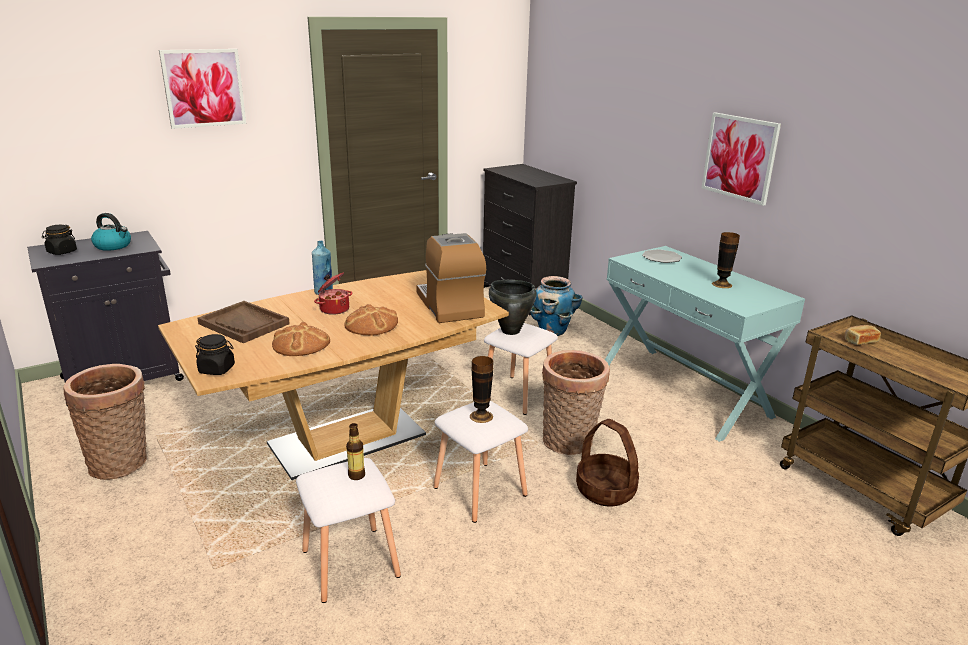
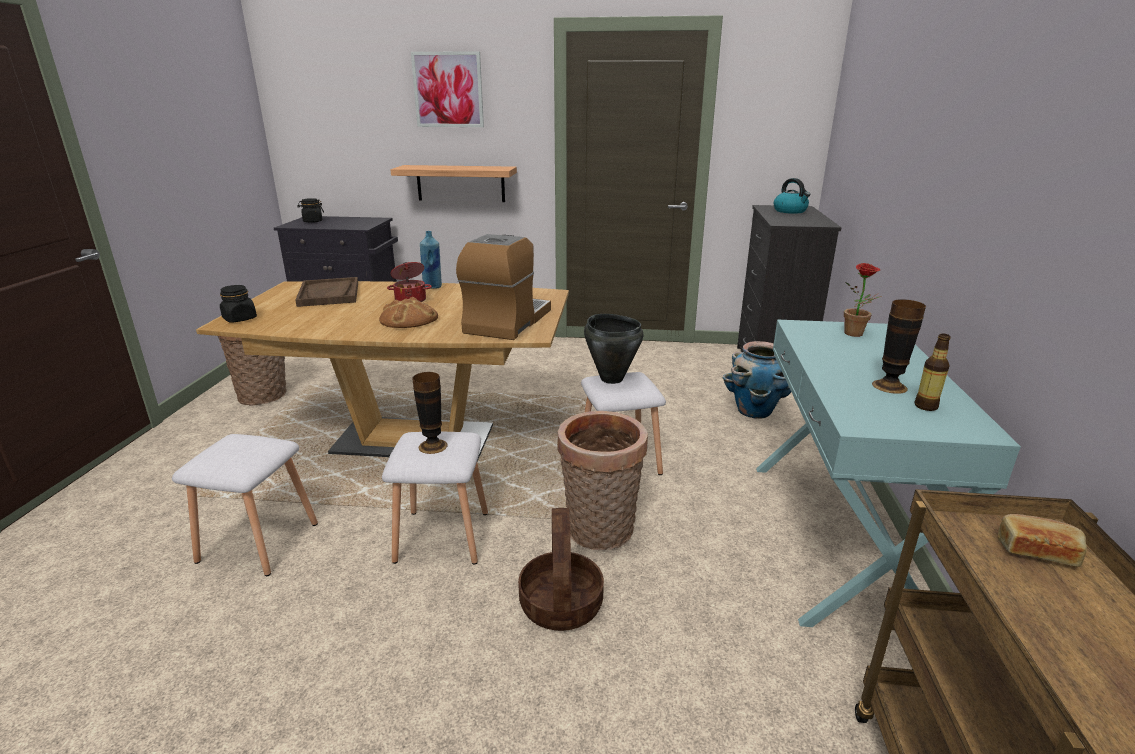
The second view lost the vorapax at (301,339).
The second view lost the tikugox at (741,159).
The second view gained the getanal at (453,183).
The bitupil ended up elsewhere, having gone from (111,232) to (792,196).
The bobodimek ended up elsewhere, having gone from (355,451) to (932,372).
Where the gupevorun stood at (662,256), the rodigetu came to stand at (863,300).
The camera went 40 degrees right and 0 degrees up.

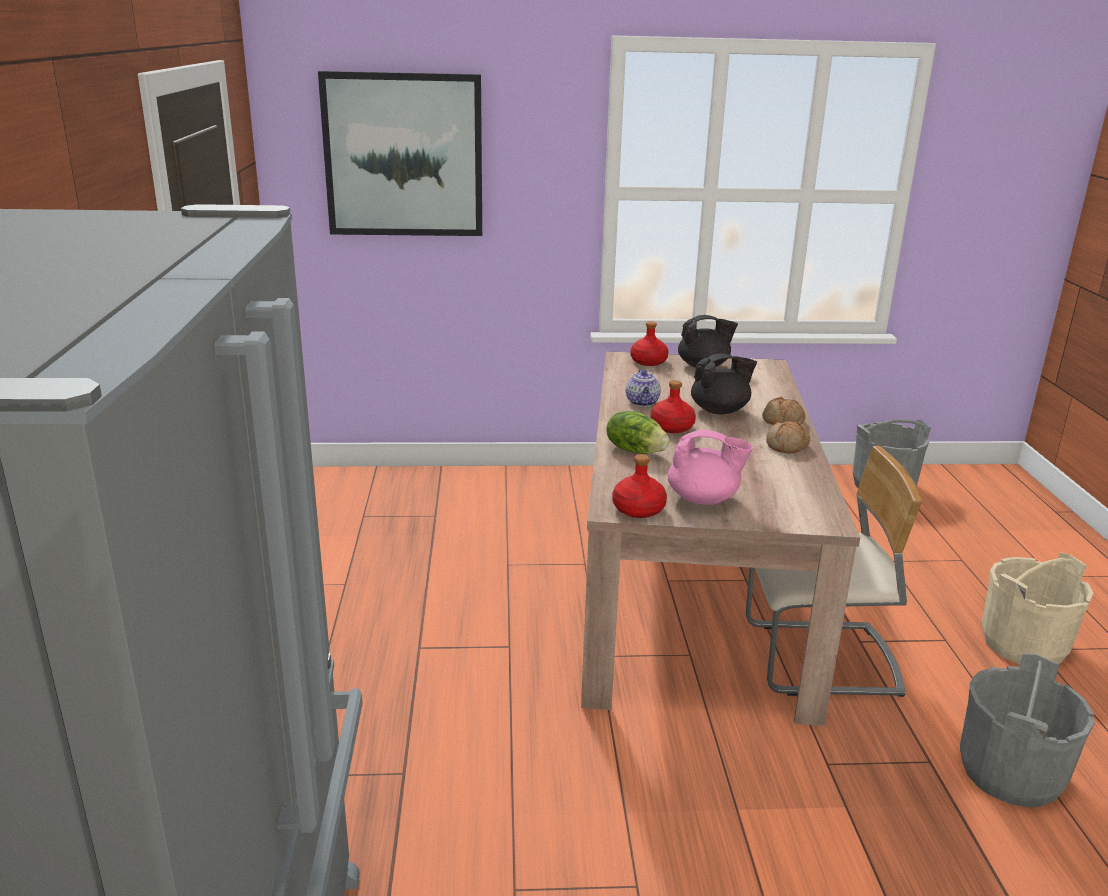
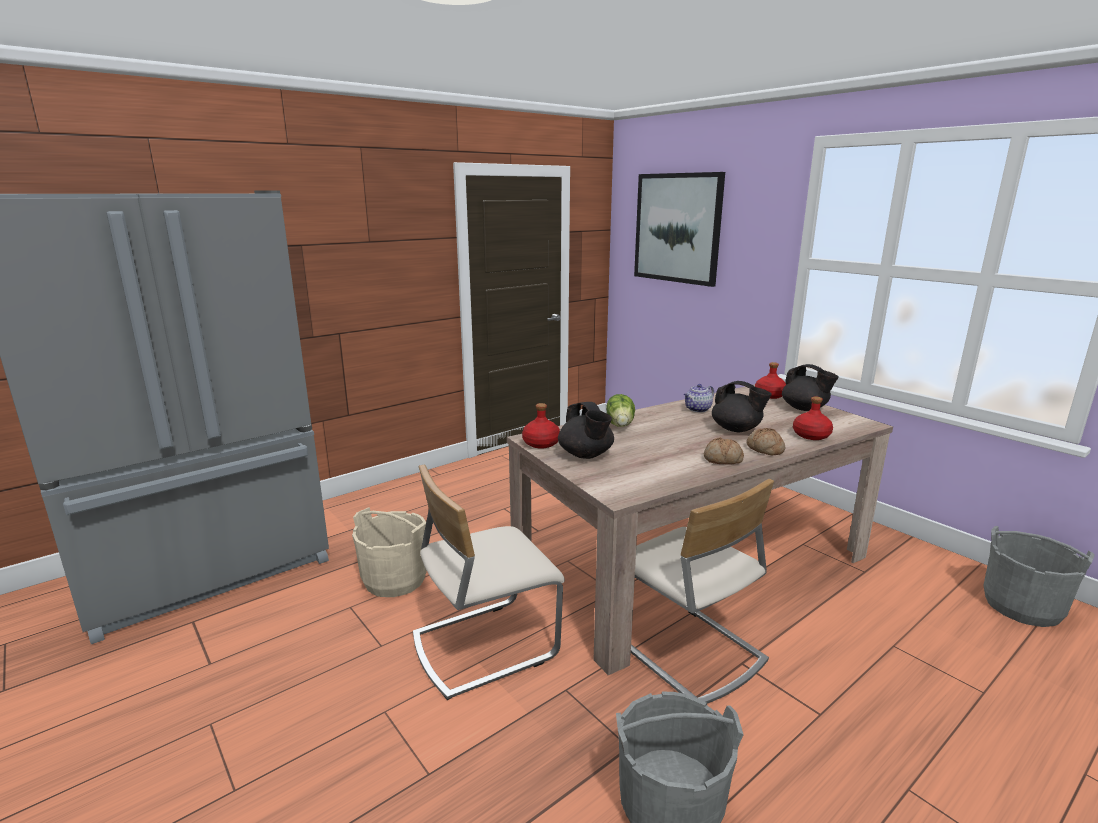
The second view gained the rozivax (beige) at (489,582).
The bobodimek (red) ended up elsewhere, having gone from (673,406) to (813,418).
The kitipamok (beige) ended up elsewhere, having gone from (1037,608) to (389,552).
What was the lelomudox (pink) at (710,467) turned into the lelomudox (black) at (586,430).
The camera went 55 degrees right and 5 degrees down.

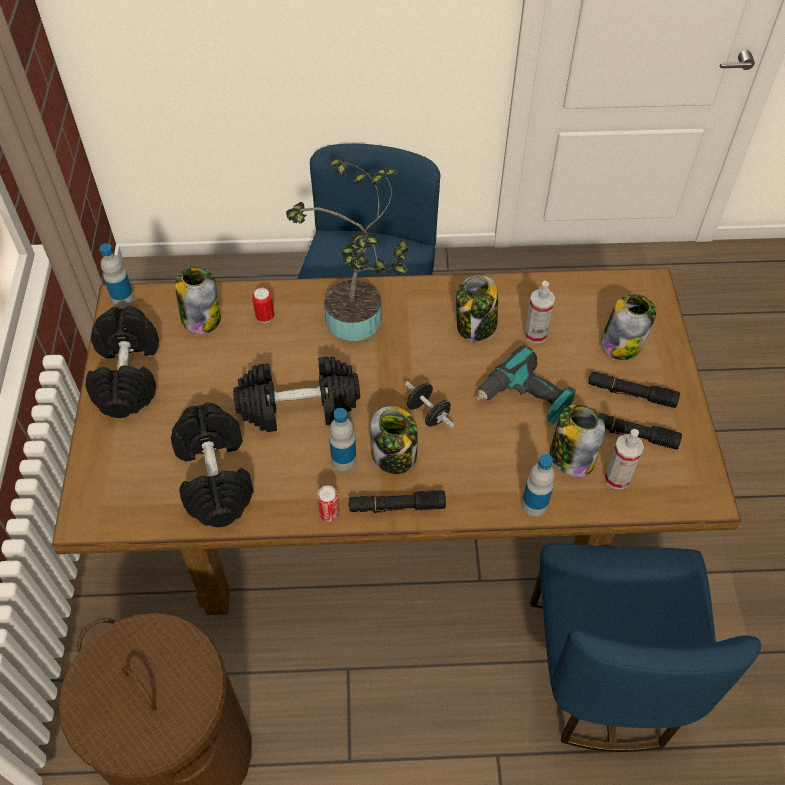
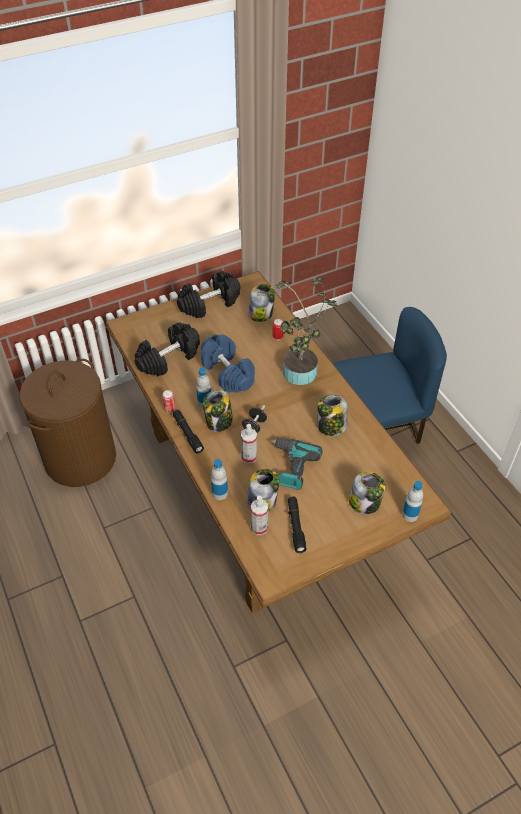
The second view lost the rozivax (blue) at (645,648).
The second view lost the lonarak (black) at (634,390).
The bobodimek ended up elsewhere, having gone from (117,275) to (412,501).
The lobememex ended up elsewhere, having gone from (539,312) to (249,443).
What was the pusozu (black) at (296,394) turned into the pusozu (blue) at (228,363).
The camera went 65 degrees right and 5 degrees down.

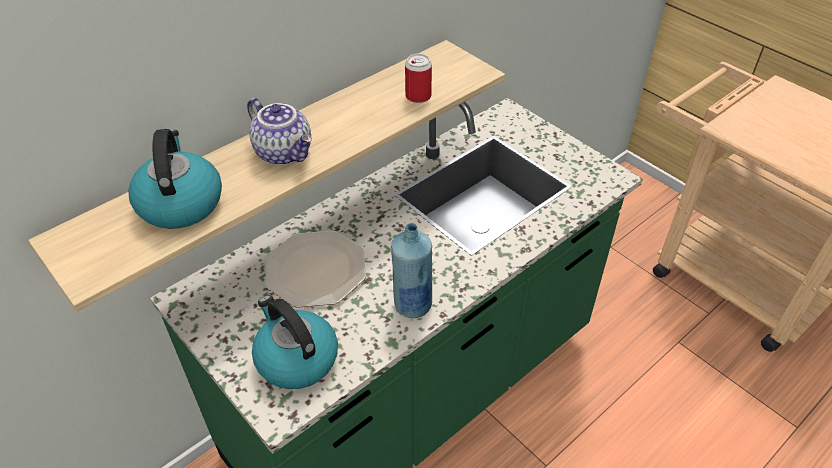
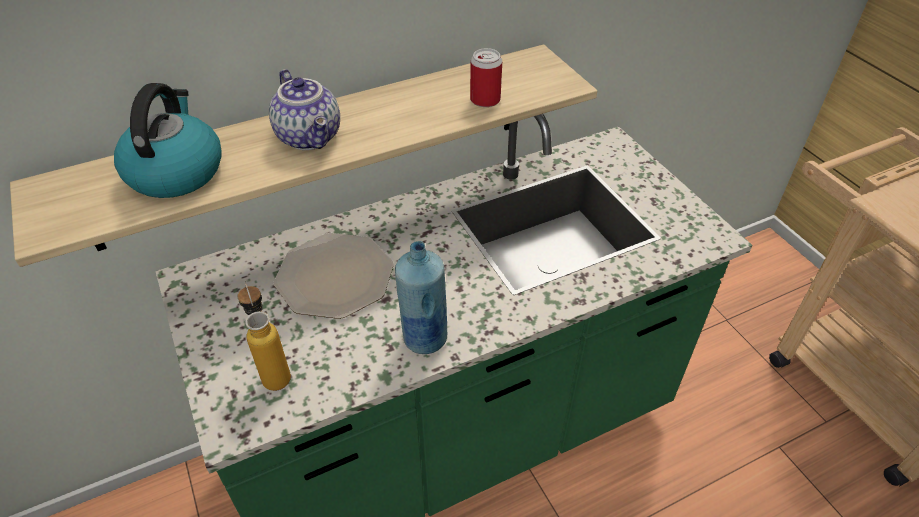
Where the bitupil stood at (295,342), the bobodimek came to stand at (264,336).
The camera went 15 degrees right and 0 degrees up.

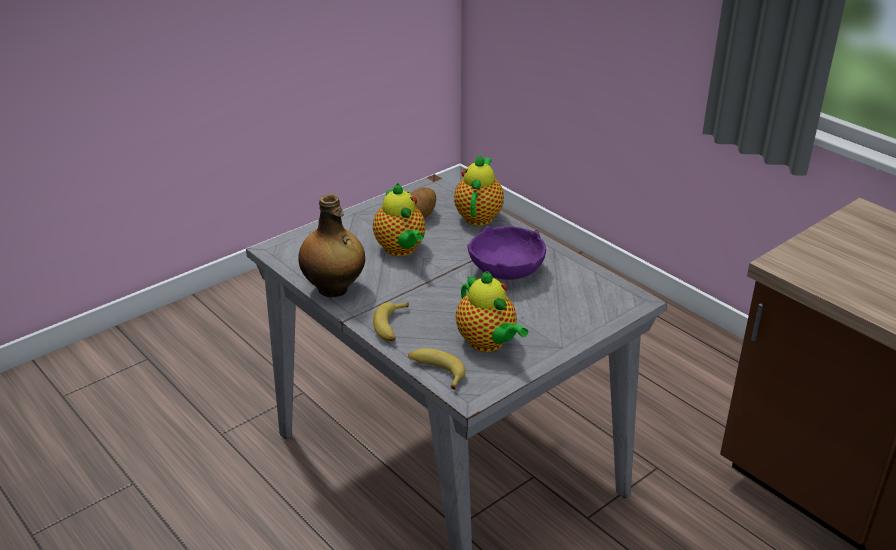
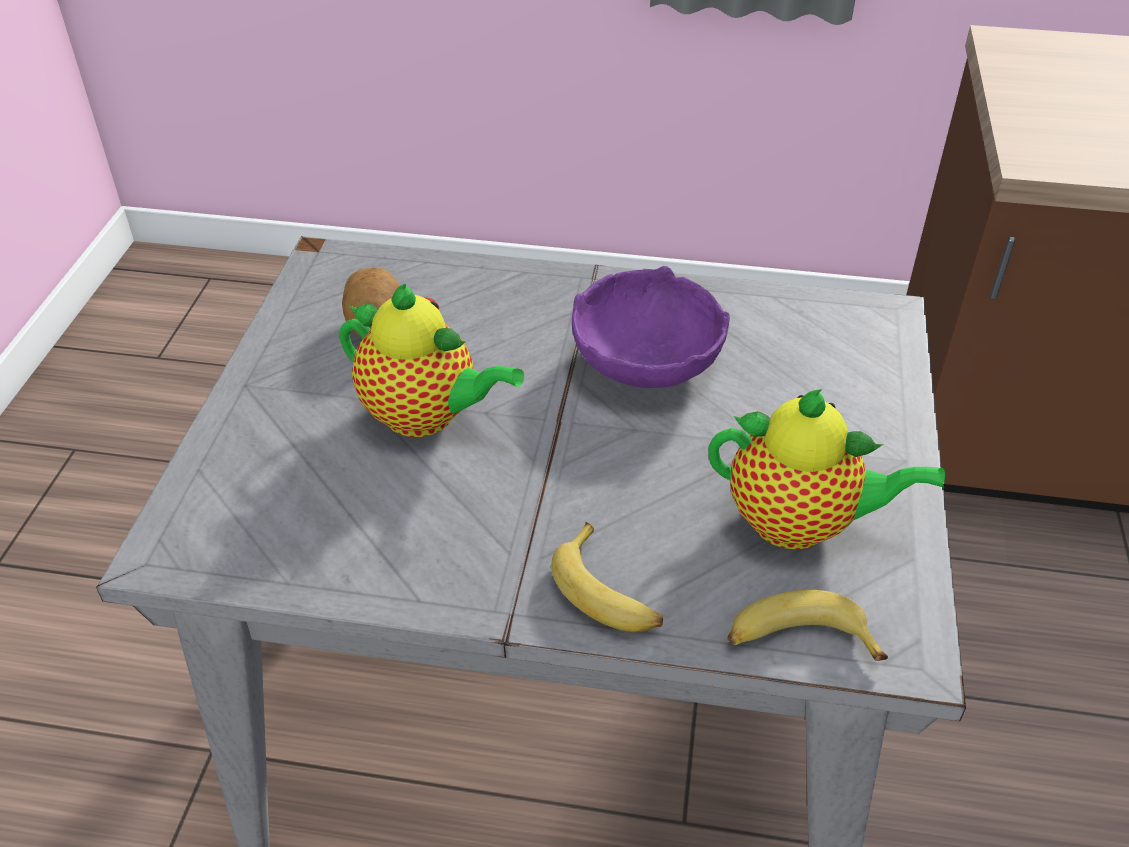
The second view lost the bobodimek at (331,245).
The second view lost the lelomudox at (479,189).
The camera went 40 degrees left and 10 degrees up.

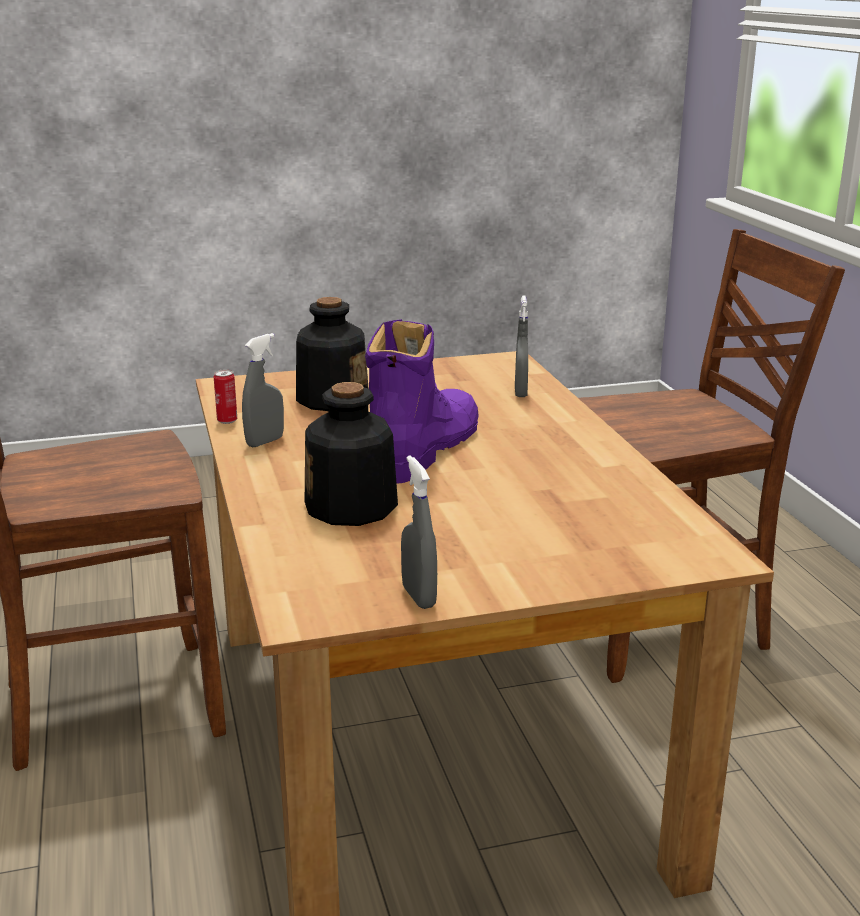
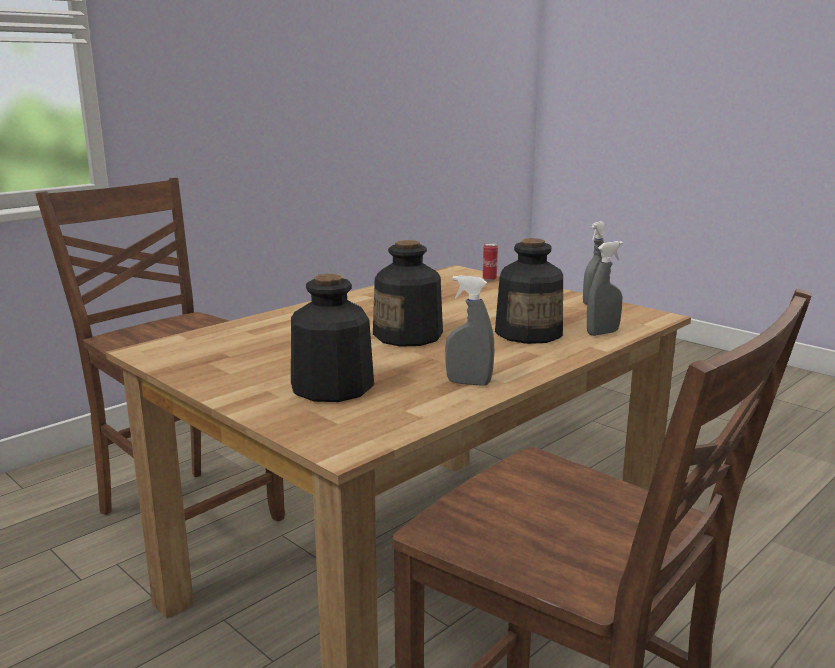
The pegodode ended up elsewhere, having gone from (225,396) to (490,262).
The lobememex (grey) ended up elsewhere, having gone from (521,346) to (605,288).
Where the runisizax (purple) stood at (422,401), the bobodimek came to stand at (408,293).
The camera went 120 degrees left and 5 degrees down.

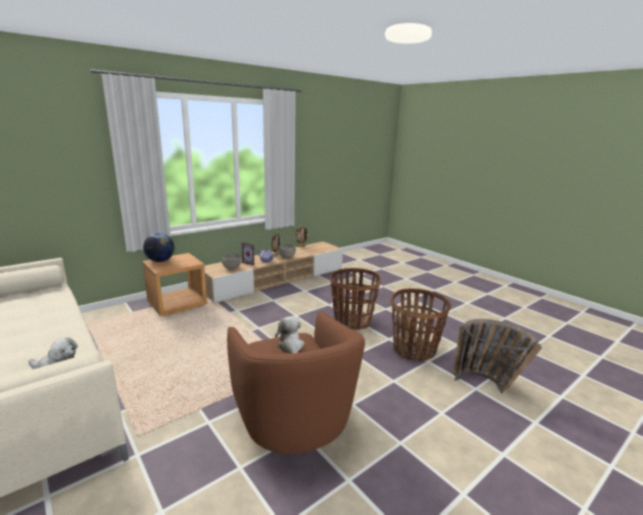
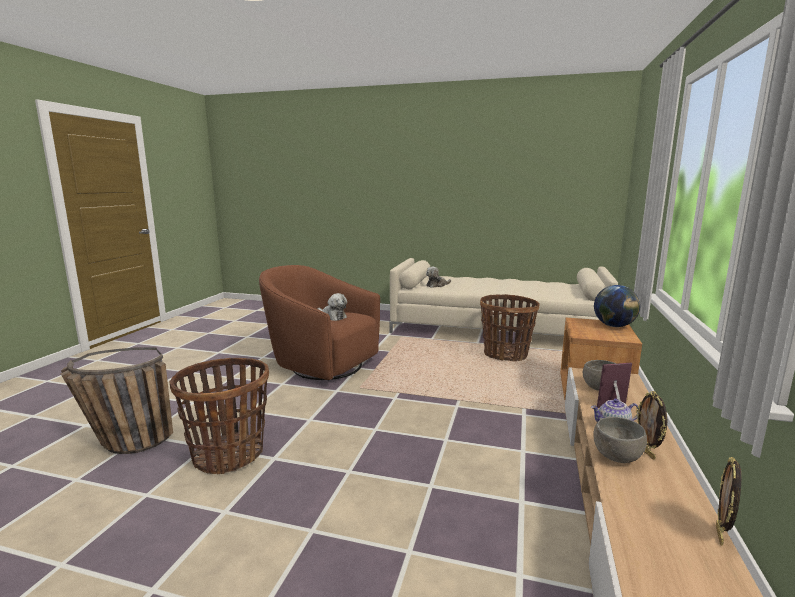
The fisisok ended up elsewhere, having gone from (355,299) to (510,327).
The camera went 145 degrees right and 5 degrees down.

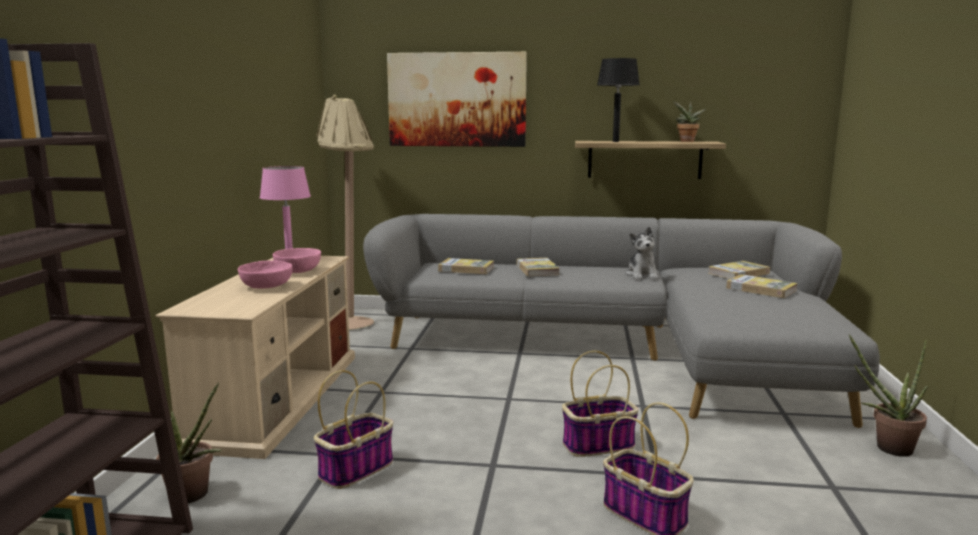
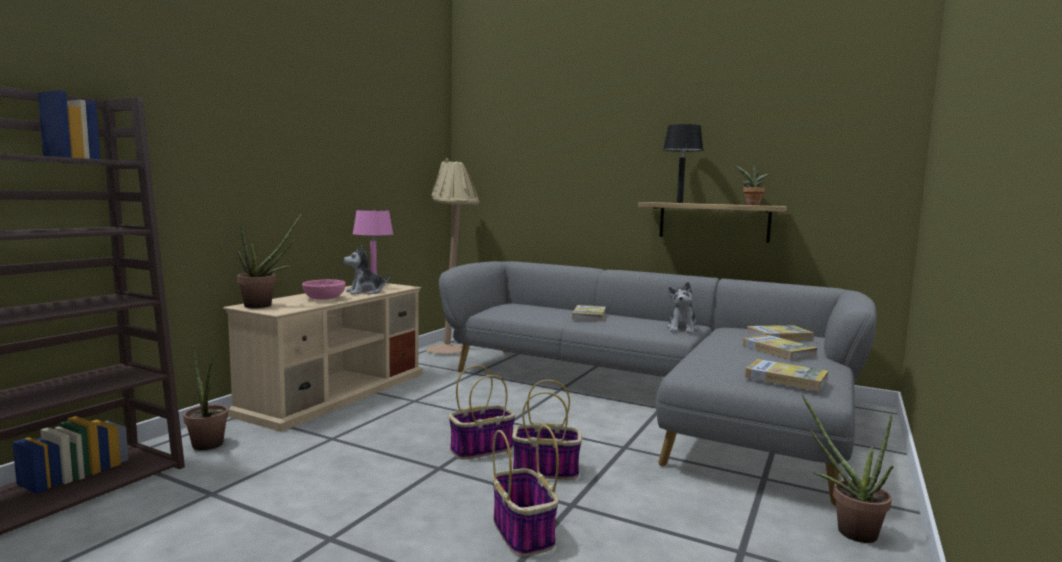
The second view lost the tikugox at (457,99).
The second view gained the rodigetu at (269,260).
The fisisok ended up elsewhere, having gone from (353,429) to (482,412).
The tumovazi ended up elsewhere, having gone from (466,266) to (786,375).
Where the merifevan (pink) stood at (297,260), the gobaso came to stand at (366,270).
The camera went 20 degrees right and 5 degrees down.

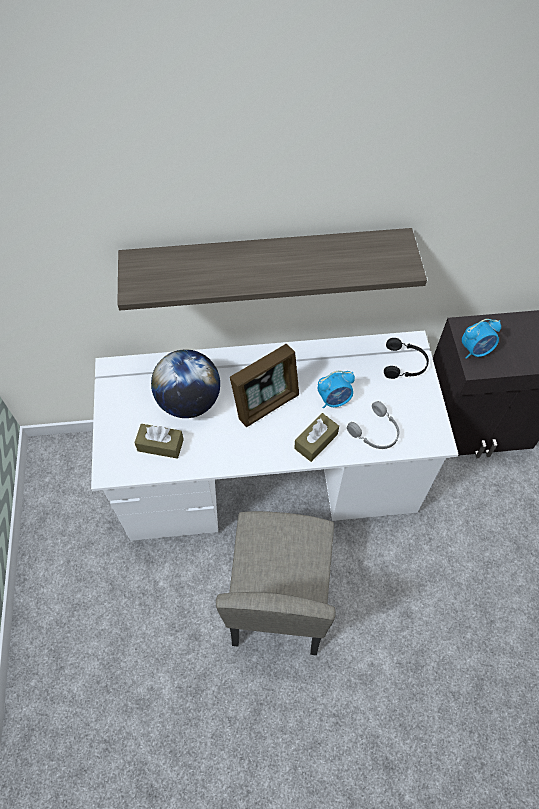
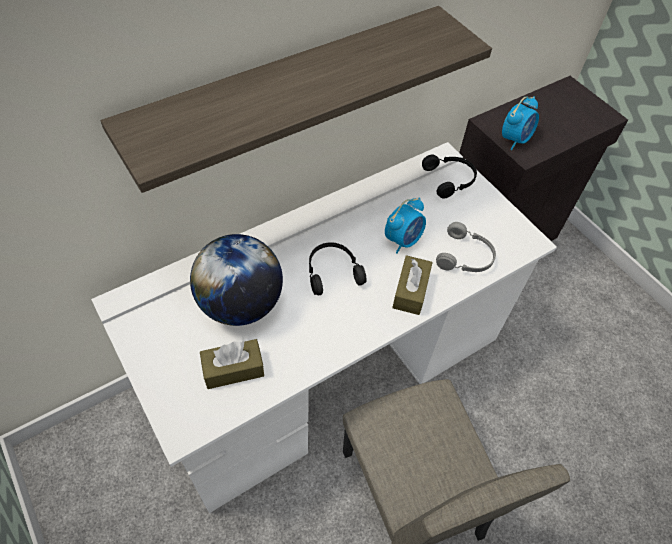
Where the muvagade stood at (264,385), the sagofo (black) came to stand at (338,268).
The camera went 30 degrees left and 5 degrees down.

